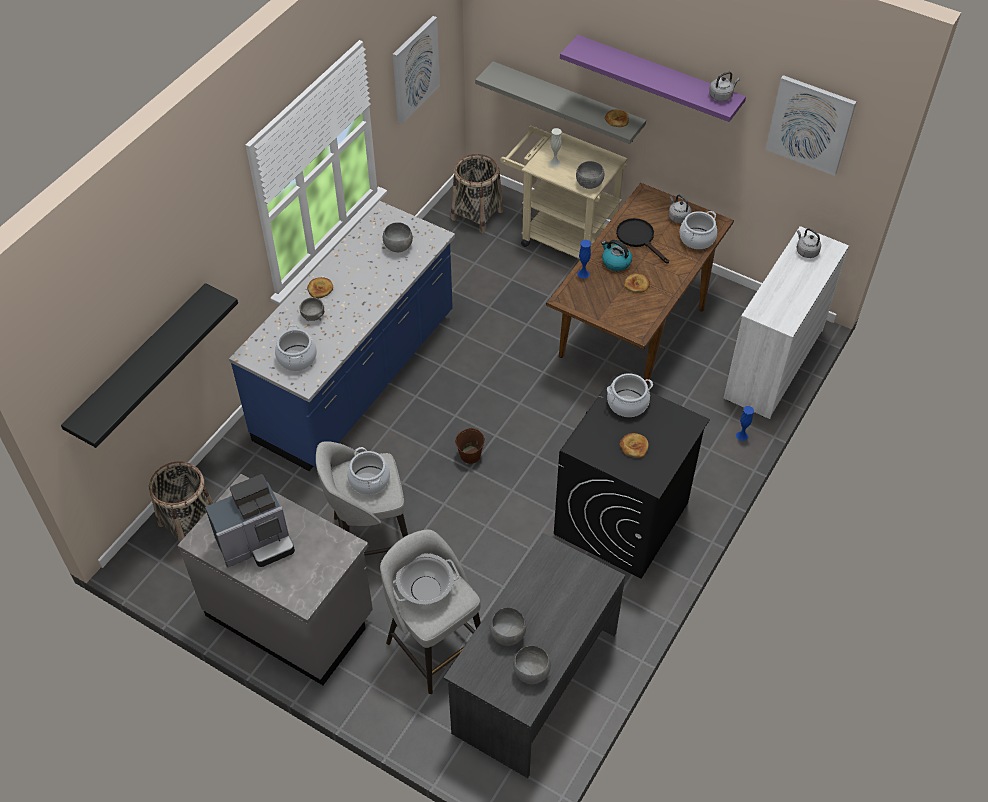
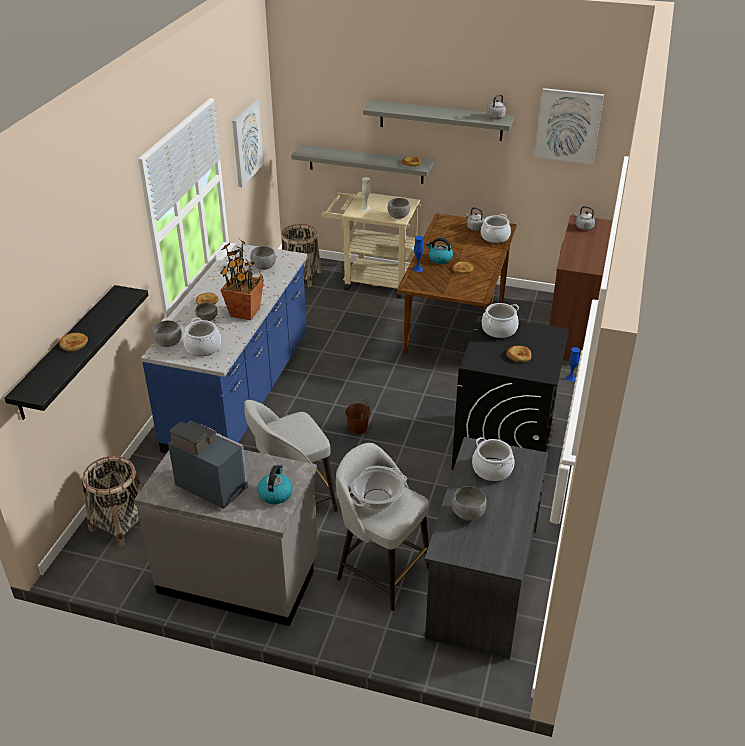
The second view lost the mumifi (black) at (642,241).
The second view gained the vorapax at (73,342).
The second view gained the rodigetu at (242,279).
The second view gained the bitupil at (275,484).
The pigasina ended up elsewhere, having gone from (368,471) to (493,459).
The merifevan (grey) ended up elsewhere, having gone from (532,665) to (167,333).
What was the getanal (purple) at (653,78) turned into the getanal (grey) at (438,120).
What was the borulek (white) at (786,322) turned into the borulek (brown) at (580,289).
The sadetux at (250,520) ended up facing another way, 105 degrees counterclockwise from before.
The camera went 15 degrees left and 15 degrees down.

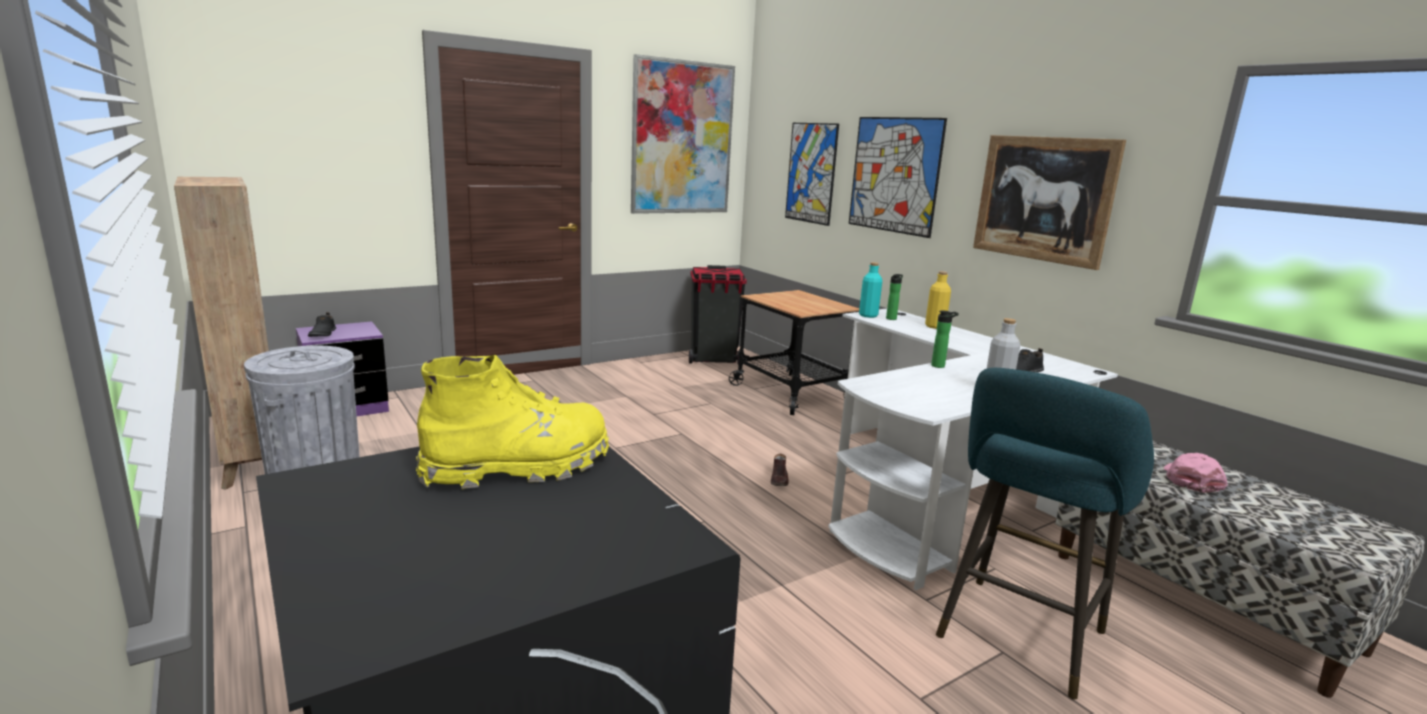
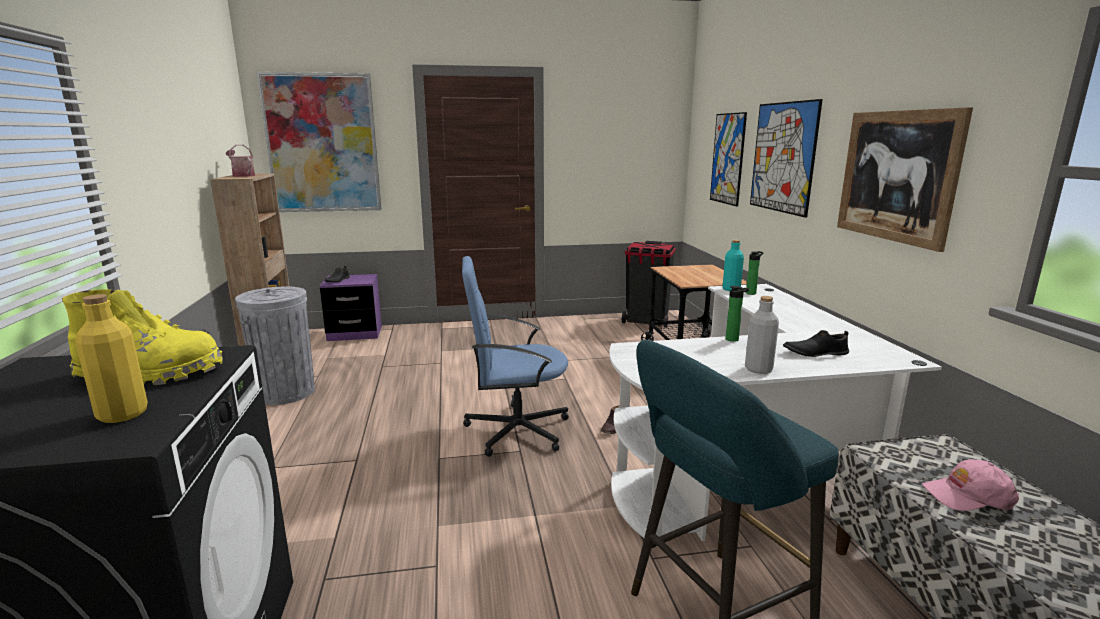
The second view gained the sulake at (240,161).
The second view gained the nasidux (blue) at (515,356).
The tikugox ended up elsewhere, having gone from (683,134) to (319,142).
The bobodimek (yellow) ended up elsewhere, having gone from (938,300) to (111,358).
The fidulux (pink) at (1196,473) ended up facing another way, 135 degrees counterclockwise from before.
The camera went 25 degrees right and 0 degrees up.

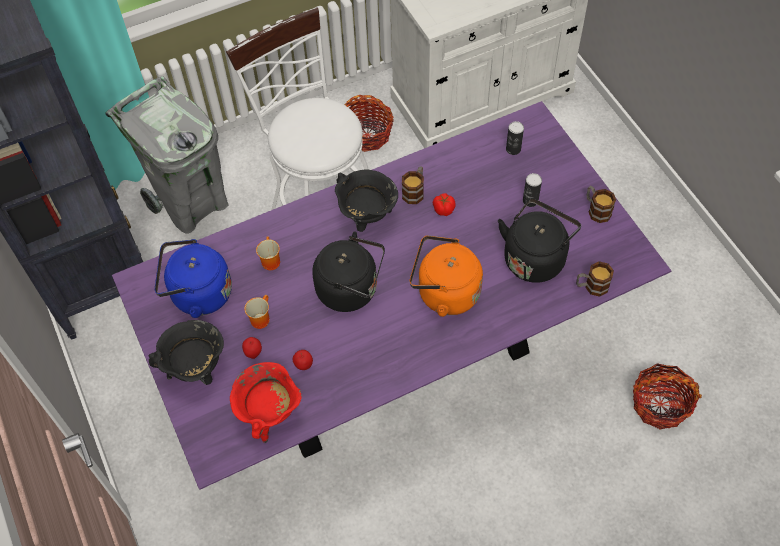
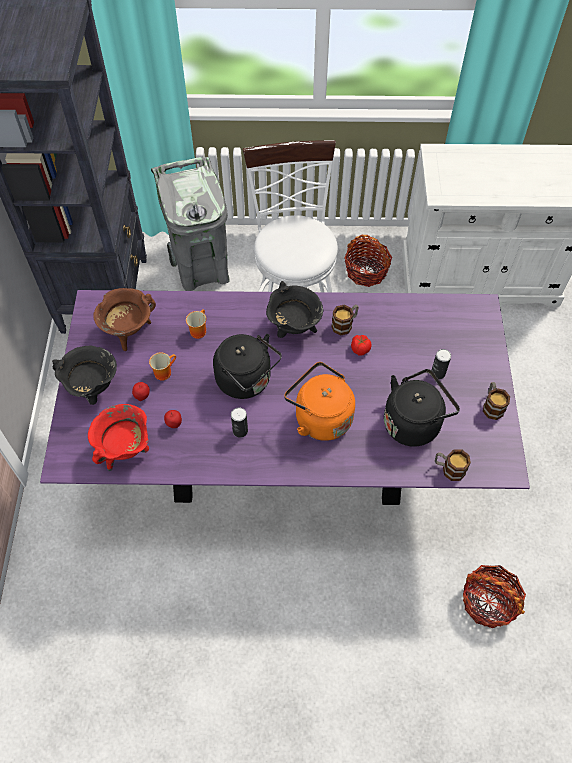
The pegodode ended up elsewhere, having gone from (515,138) to (239,422).
Where the bitupil (blue) stood at (193,278), the pigasina (brown) came to stand at (124,319).
The camera went 25 degrees right and 0 degrees up.

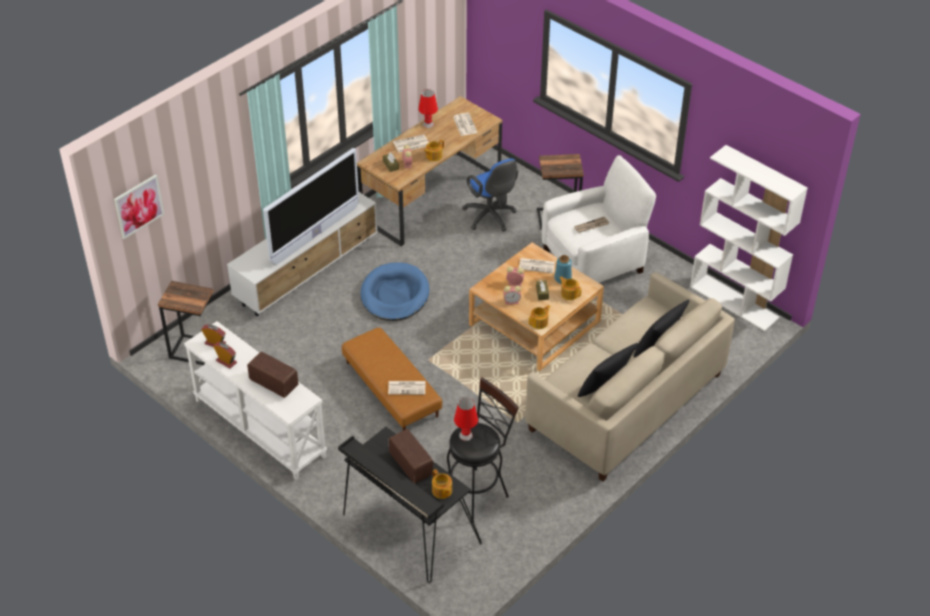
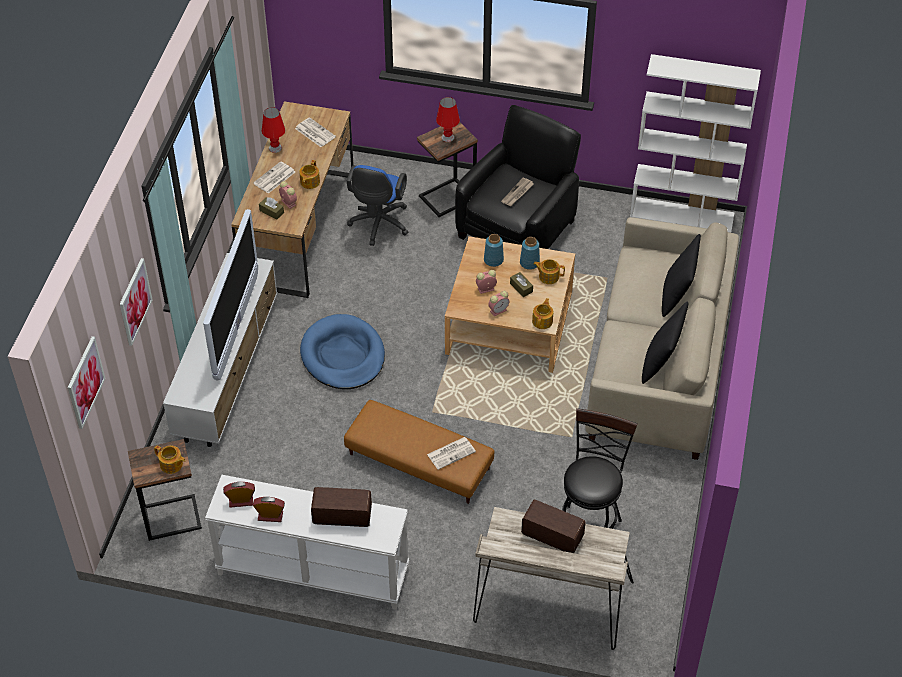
The second view gained the tikugox at (136,302).
The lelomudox ended up elsewhere, having gone from (442,484) to (170,460).
The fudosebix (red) ended up elsewhere, having gone from (466,419) to (448,119).
Where the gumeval stood at (537,265), the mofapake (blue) came to stand at (494,250).
What was the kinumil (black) at (410,505) turned into the kinumil (beige) at (553,578).
What was the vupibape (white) at (599,219) turned into the vupibape (black) at (518,177).
The nasidux (blue) at (490,195) ended up facing another way, 75 degrees clockwise from before.
The camera went 30 degrees left and 5 degrees up.

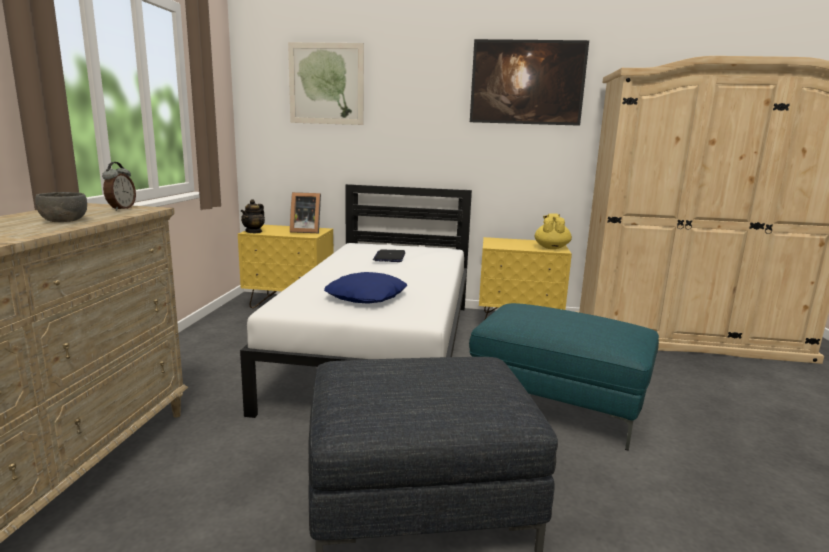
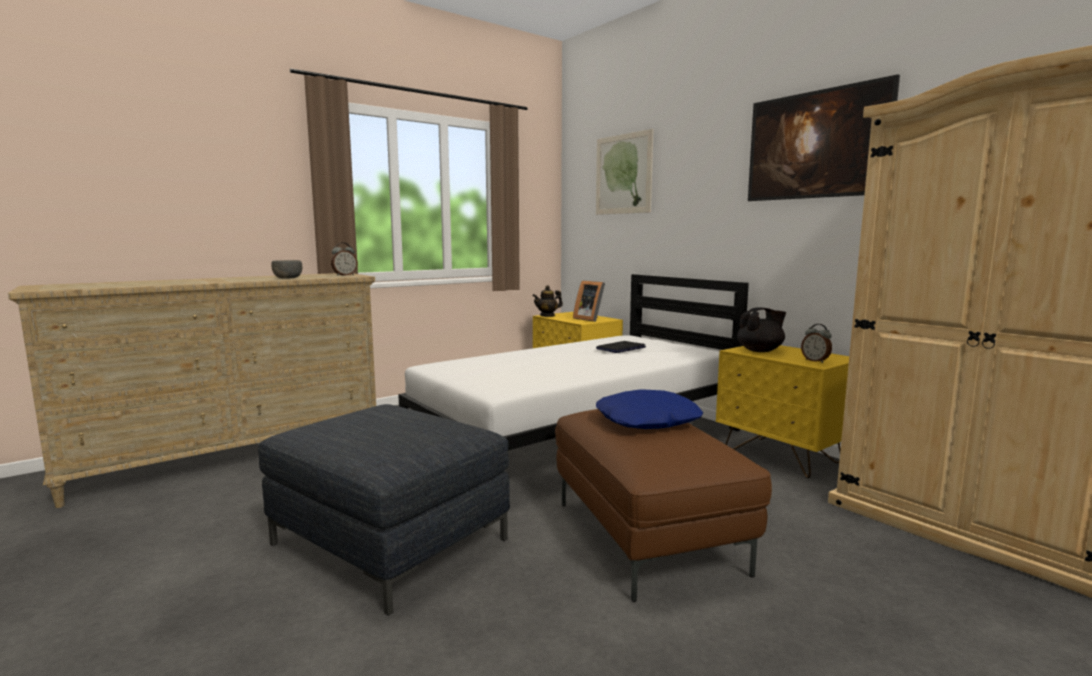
The second view gained the lelomudox (black) at (761,329).
The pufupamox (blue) ended up elsewhere, having gone from (365,288) to (649,409).
Where the lelomudox (yellow) stood at (553,231), the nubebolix came to stand at (816,343).
What was the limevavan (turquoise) at (564,377) turned into the limevavan (brown) at (663,505).
The camera went 45 degrees right and 5 degrees down.

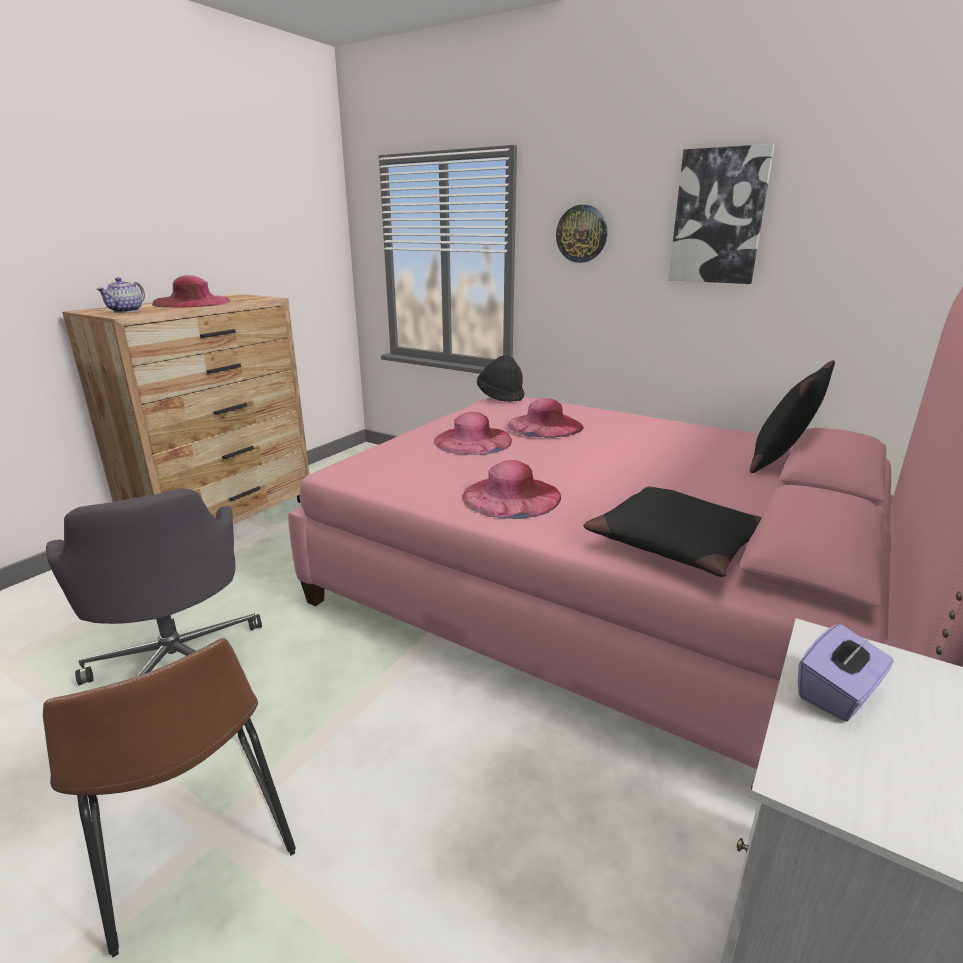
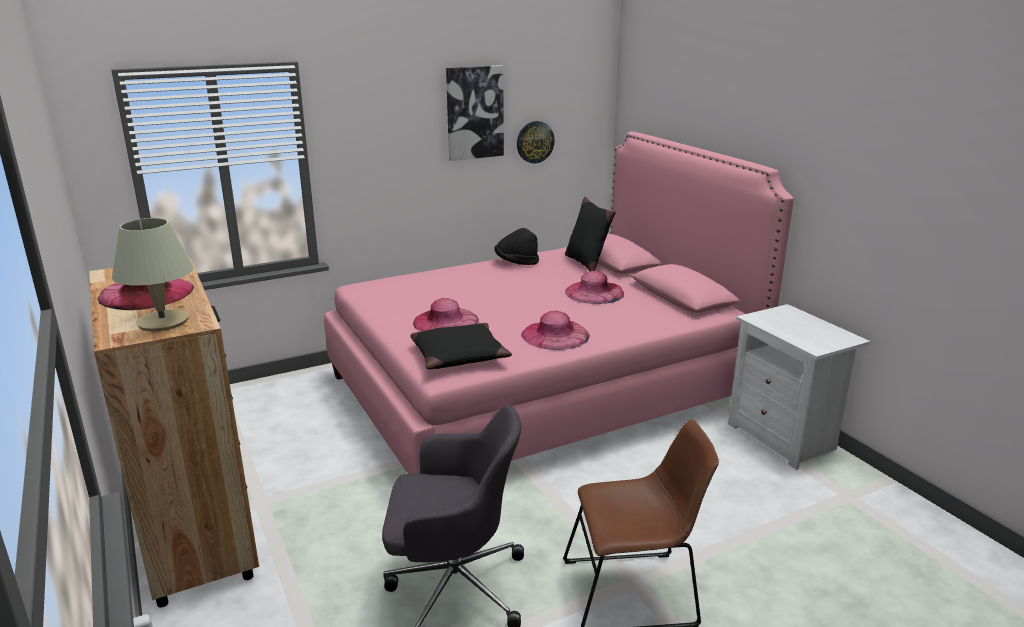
The second view lost the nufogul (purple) at (846,672).
The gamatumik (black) ended up elsewhere, having gone from (501,378) to (516,246).
The gamatumik (pink) ended up elsewhere, having gone from (546,418) to (594,287).
The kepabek ended up elsewhere, having gone from (581,234) to (536,142).
The pufupamox (black) ended up elsewhere, having gone from (672,531) to (461,346).
Where the lelomudox stood at (120,295), the fudosebix (beige) came to stand at (152,274).
The camera went 60 degrees left and 0 degrees up.

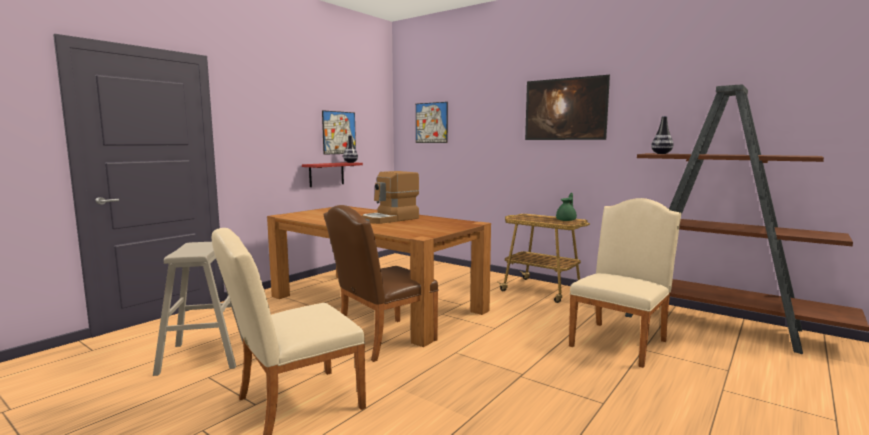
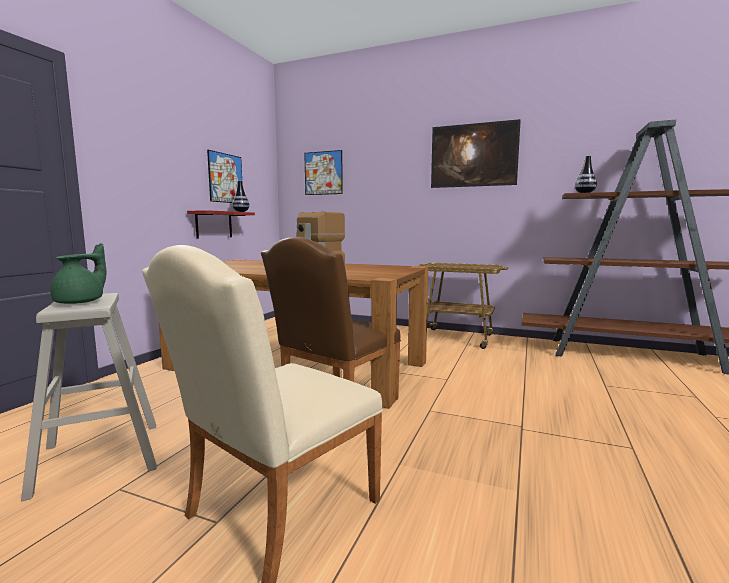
The second view lost the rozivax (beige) at (625,283).
The lelomudox (green) ended up elsewhere, having gone from (566,207) to (78,273).
The camera went 15 degrees left and 0 degrees up.

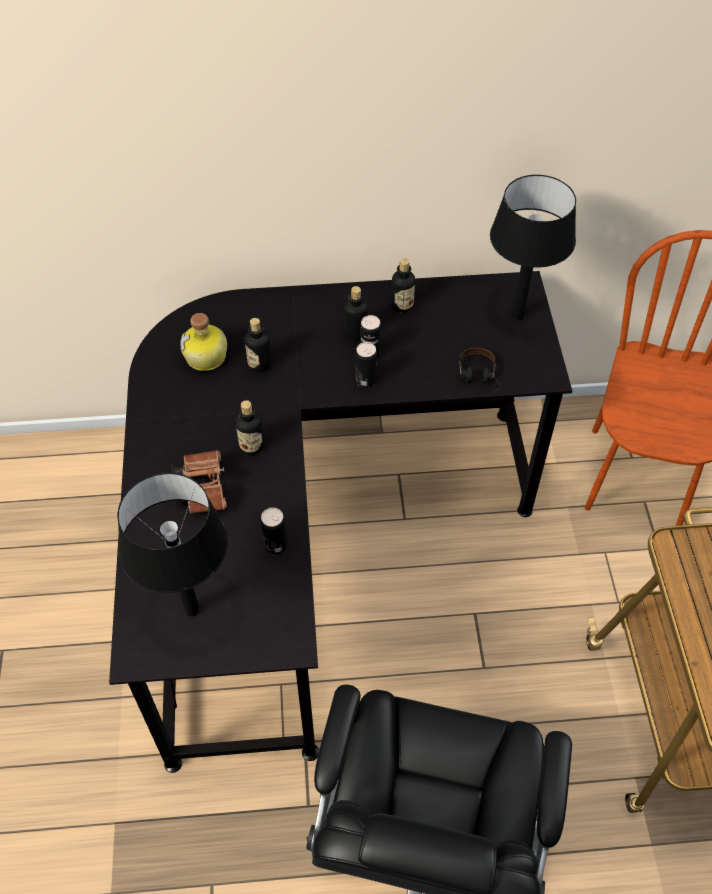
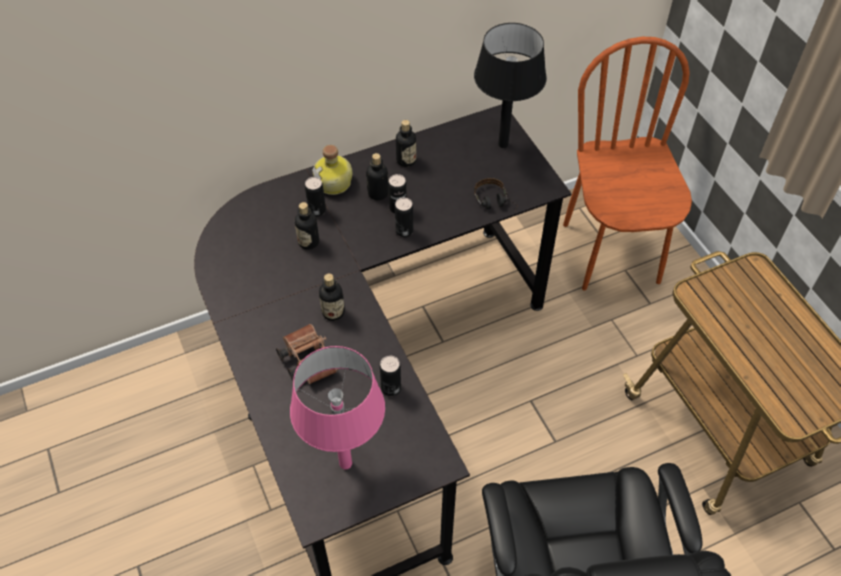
The second view gained the pegodode at (315,197).
The bobodimek ended up elsewhere, having gone from (203,342) to (332,170).
What was the fudosebix (black) at (172,545) turned into the fudosebix (pink) at (337,407).
The camera went 20 degrees left and 0 degrees up.

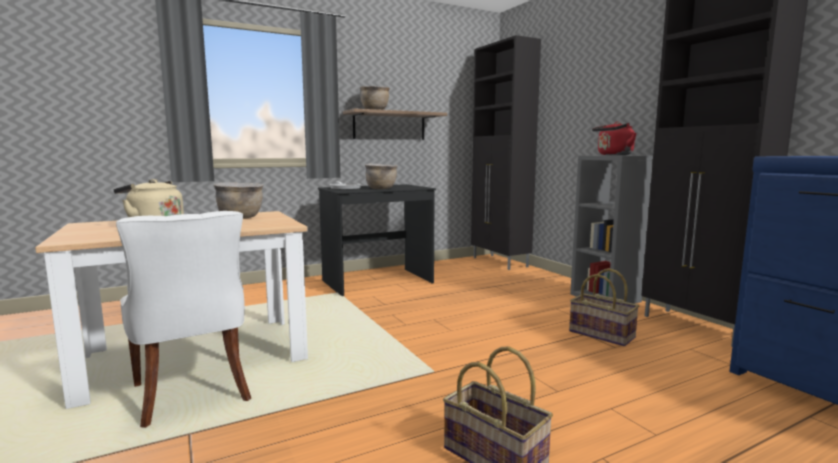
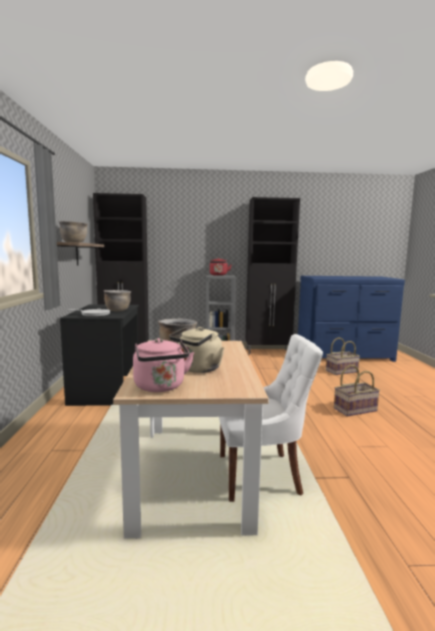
The second view gained the bitupil (pink) at (163,365).
The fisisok ended up elsewhere, having gone from (604,307) to (343,356).
The camera went 65 degrees left and 0 degrees up.

